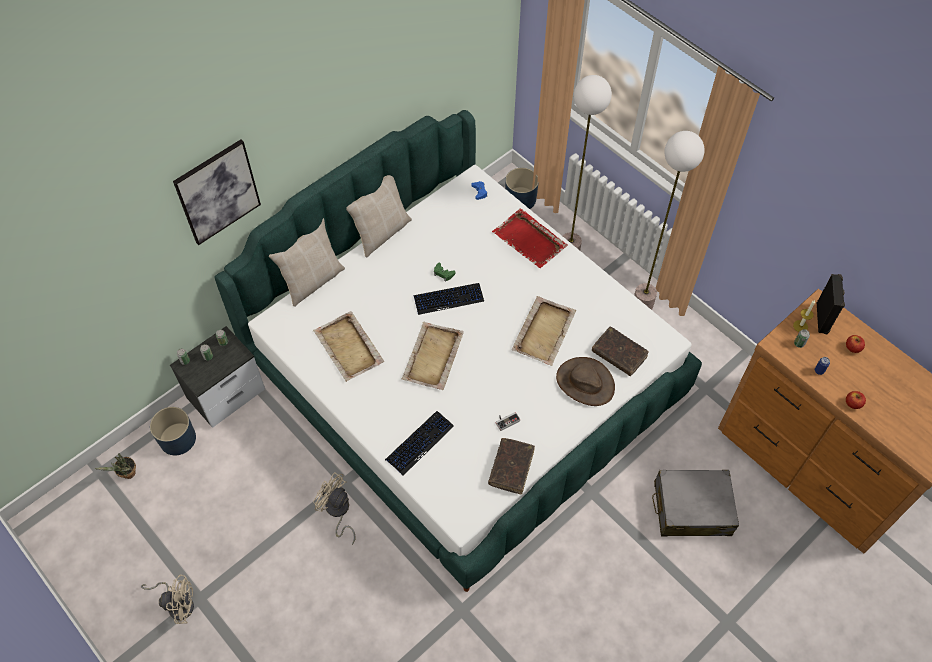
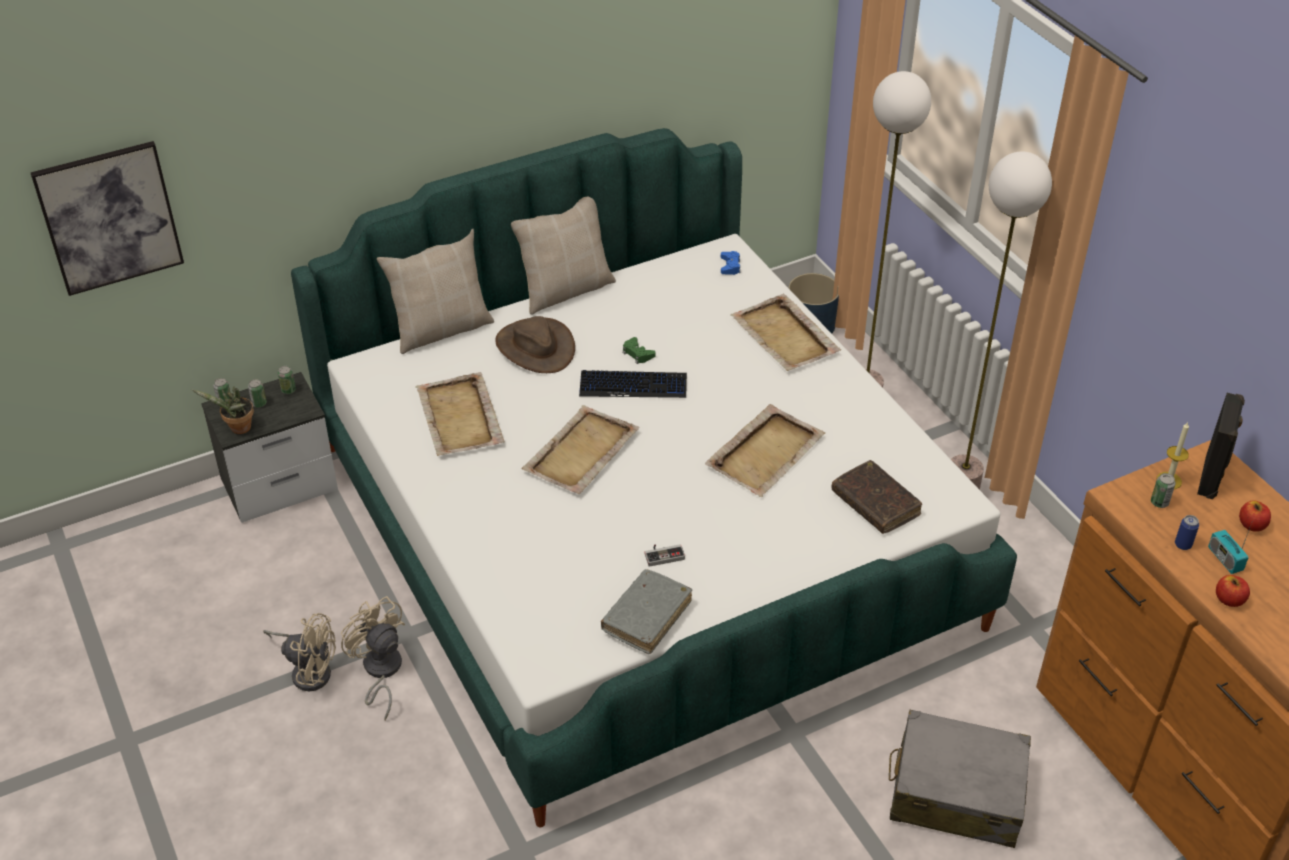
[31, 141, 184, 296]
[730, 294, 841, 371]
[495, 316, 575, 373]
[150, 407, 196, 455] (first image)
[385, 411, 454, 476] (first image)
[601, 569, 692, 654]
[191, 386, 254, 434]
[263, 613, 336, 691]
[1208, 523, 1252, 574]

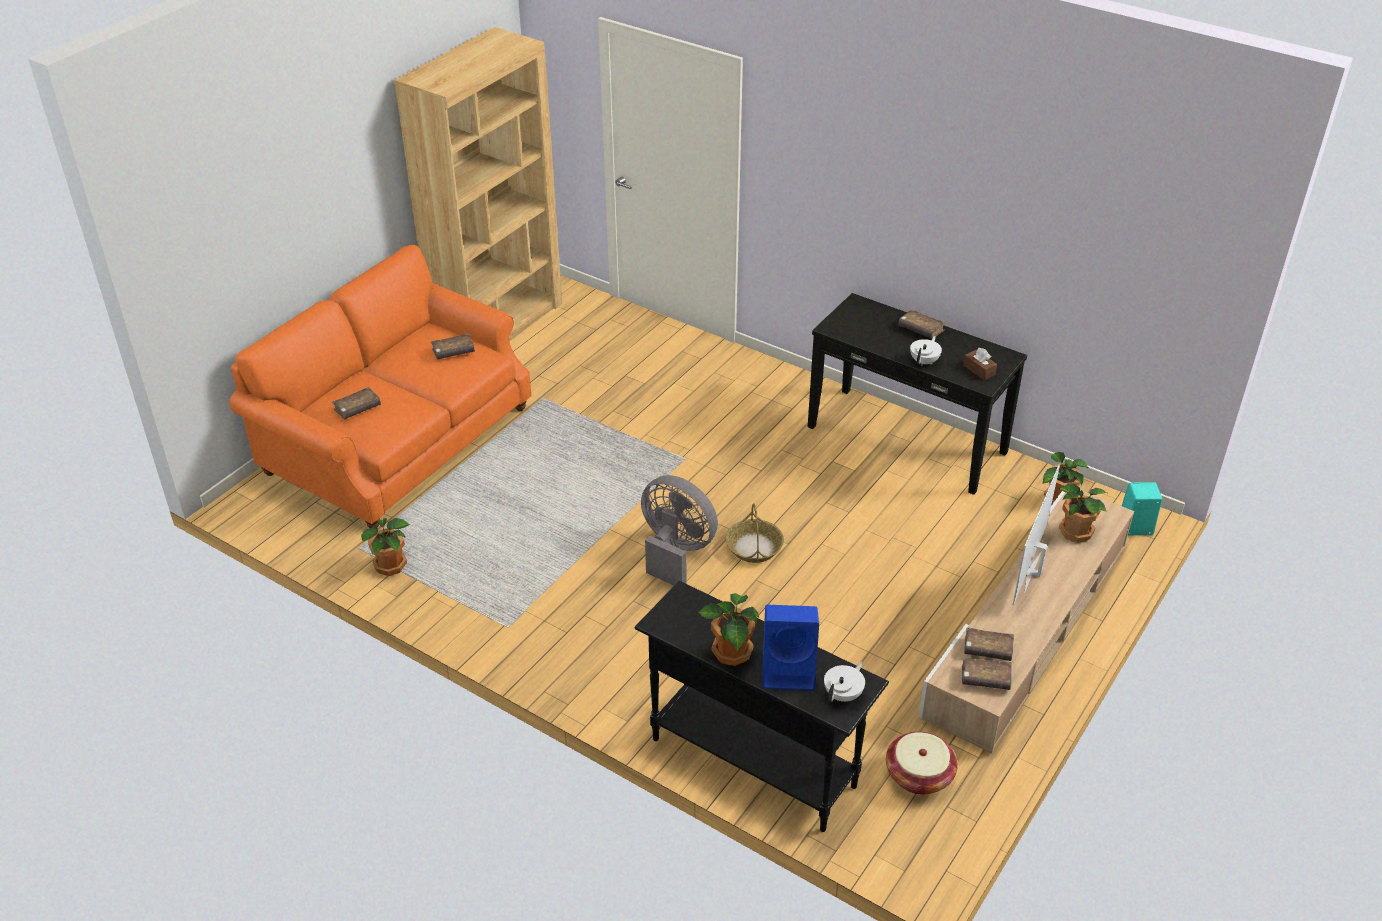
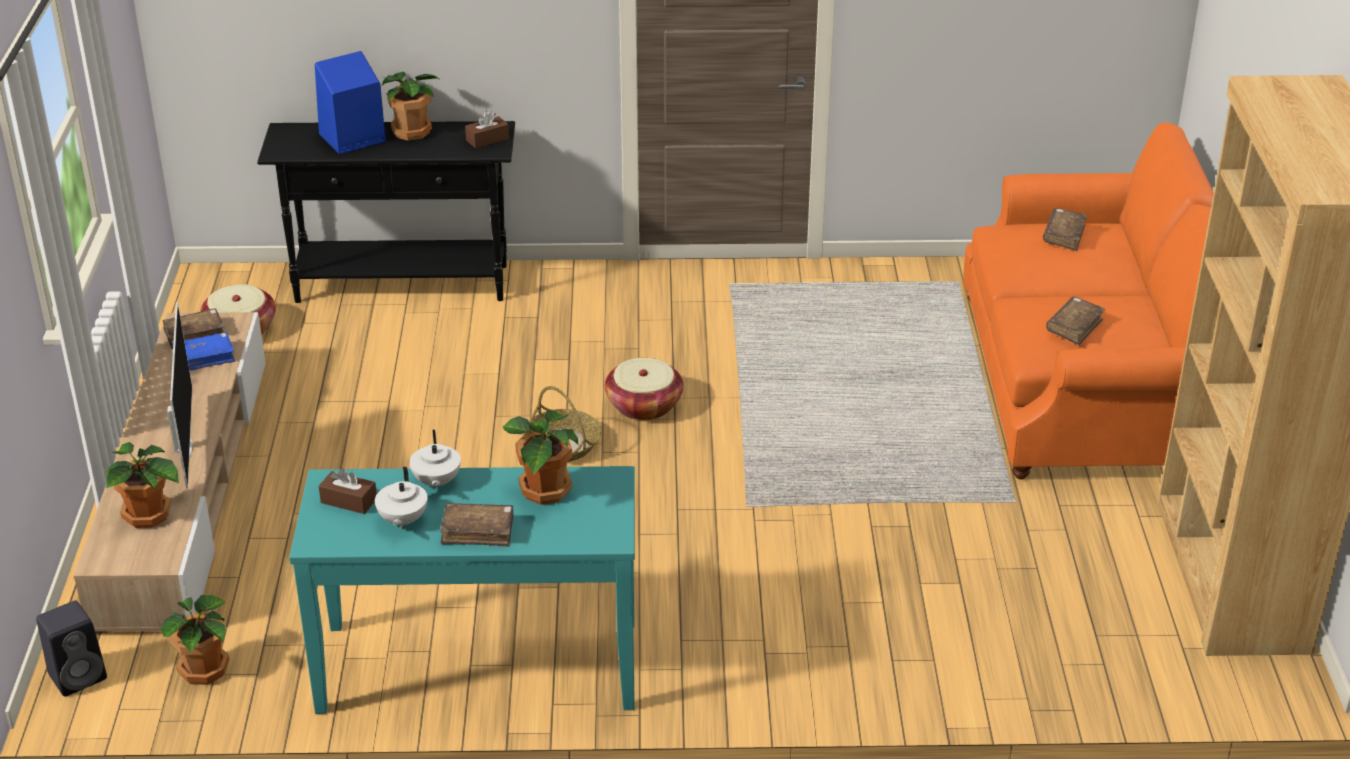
[289, 466, 635, 714]
[605, 358, 683, 420]
[36, 601, 107, 697]
[503, 410, 578, 505]
[172, 332, 235, 370]
[375, 467, 428, 529]
[465, 111, 509, 149]

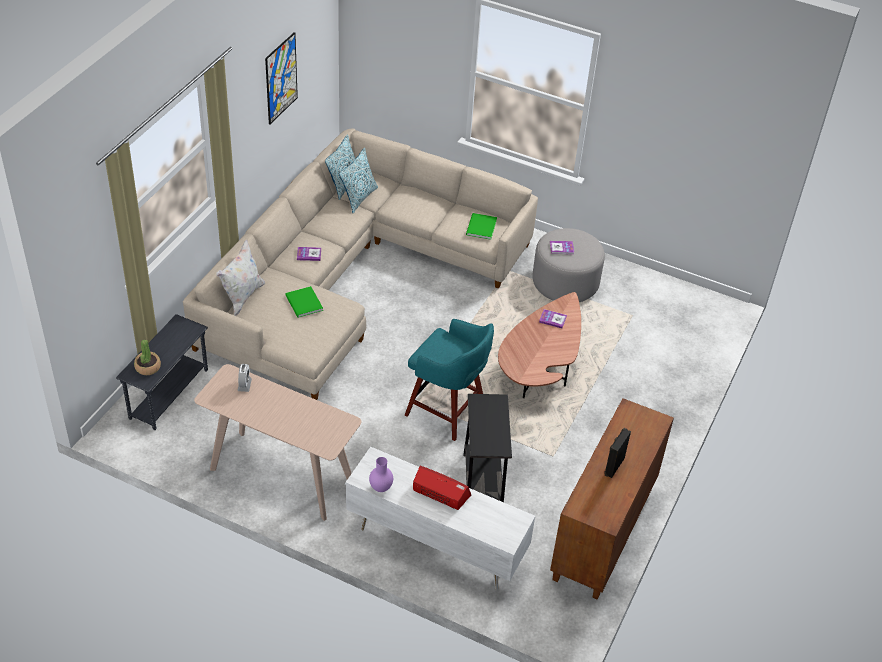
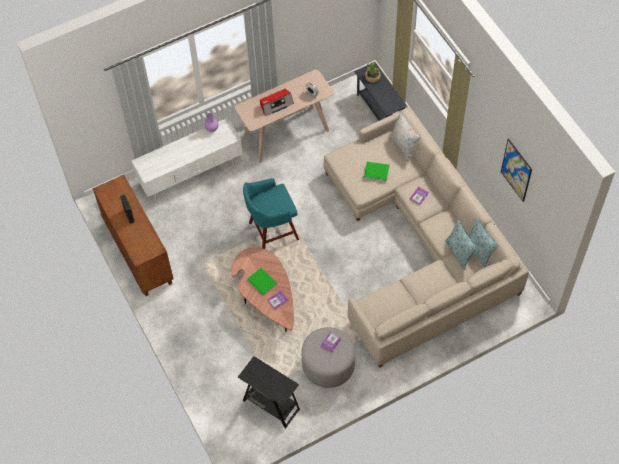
[247, 268, 277, 296]
[238, 356, 300, 428]
[260, 89, 294, 116]

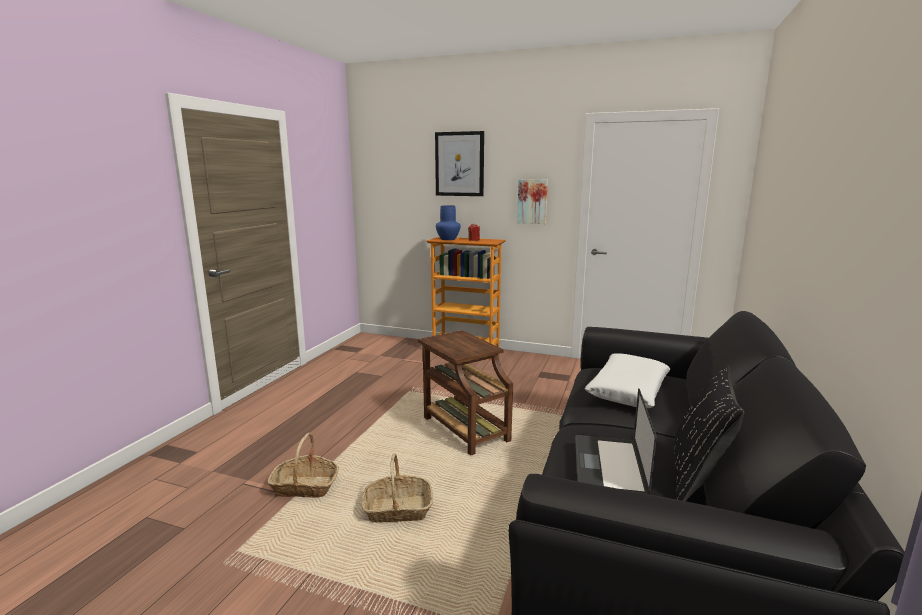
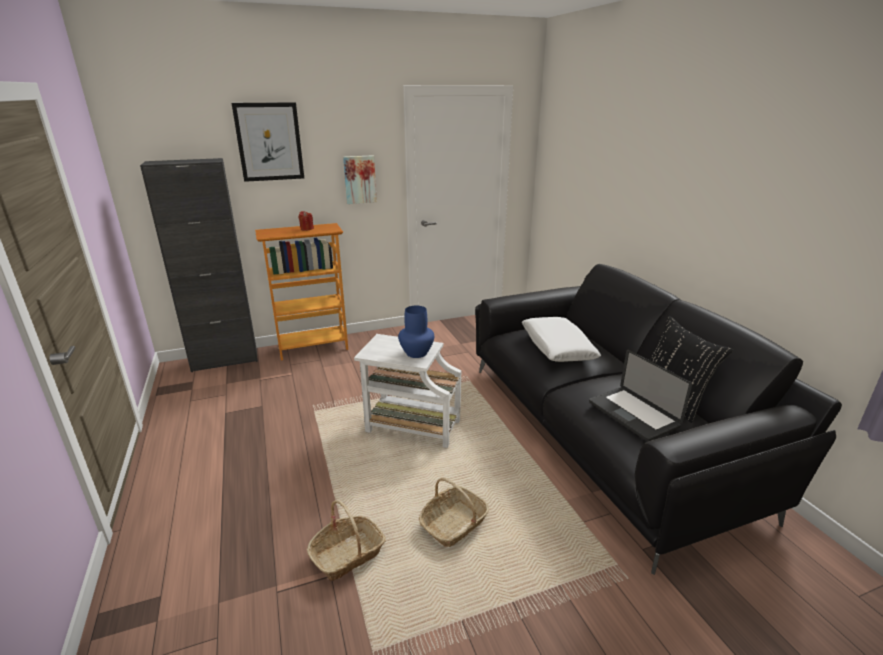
[398, 306, 434, 358]
[354, 334, 461, 448]
[140, 158, 258, 372]

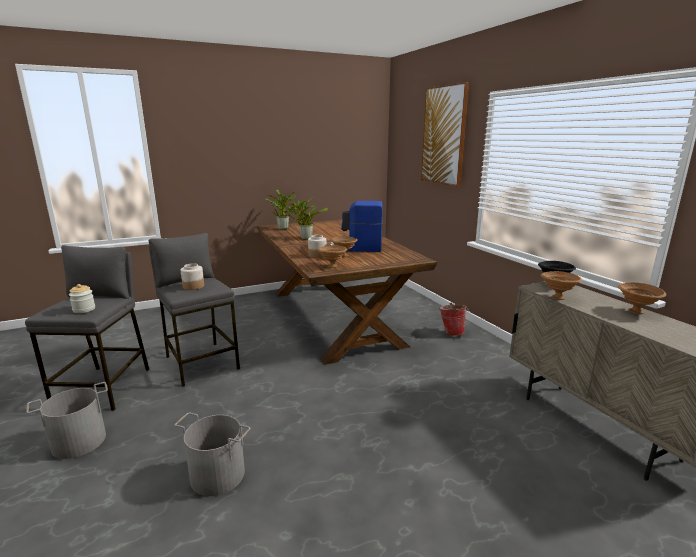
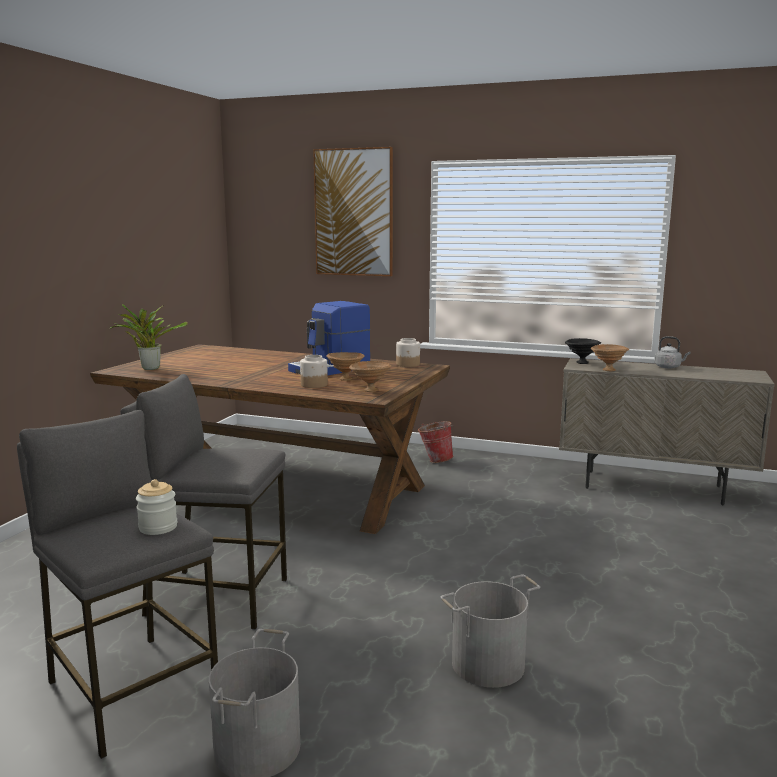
[279, 197, 328, 239] (first image)
[396, 338, 420, 367]
[654, 336, 690, 368]

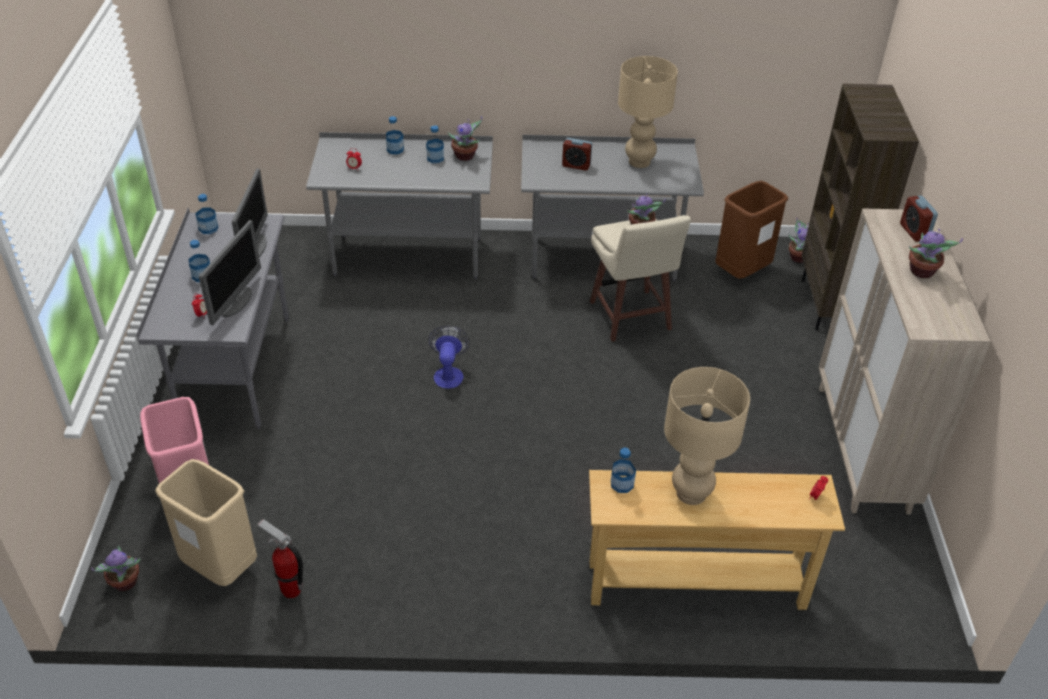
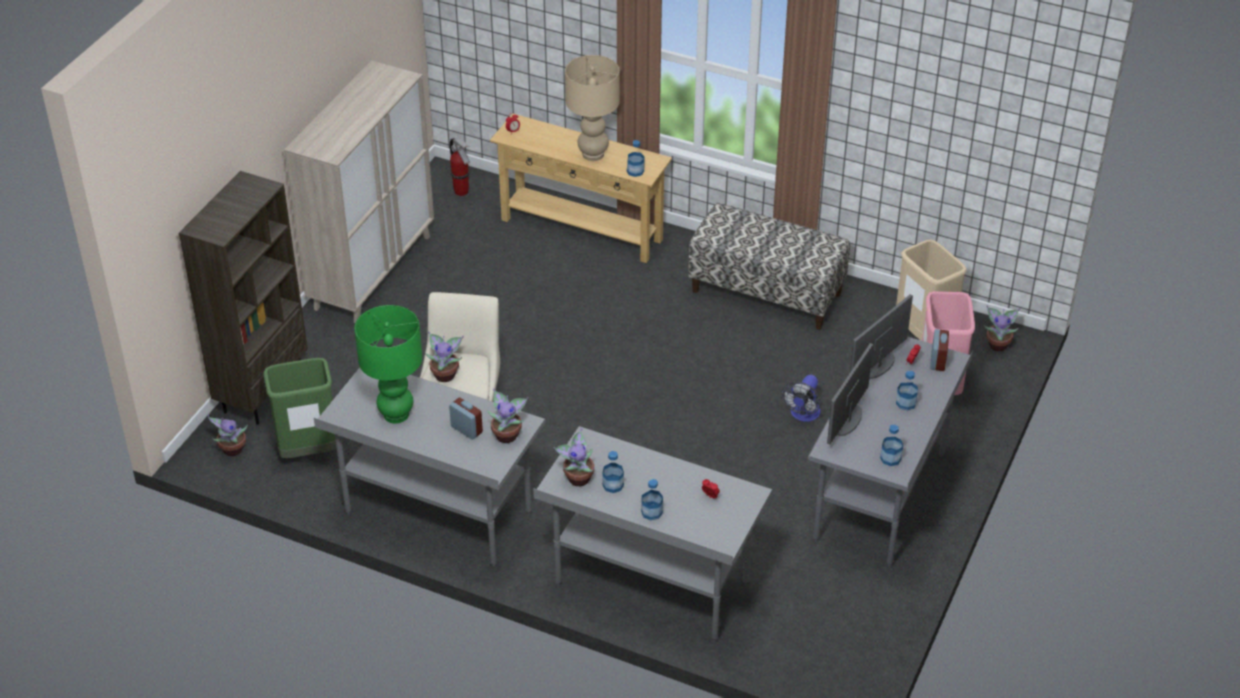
[354, 305, 422, 424]
[263, 358, 336, 458]
[930, 329, 949, 371]
[487, 388, 529, 443]
[782, 375, 821, 422]
[450, 138, 470, 196]
[688, 203, 850, 330]

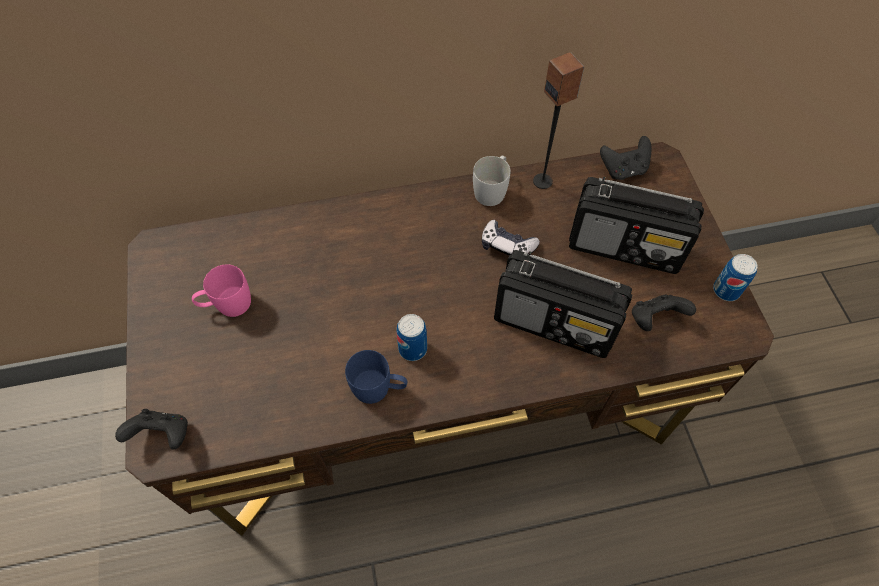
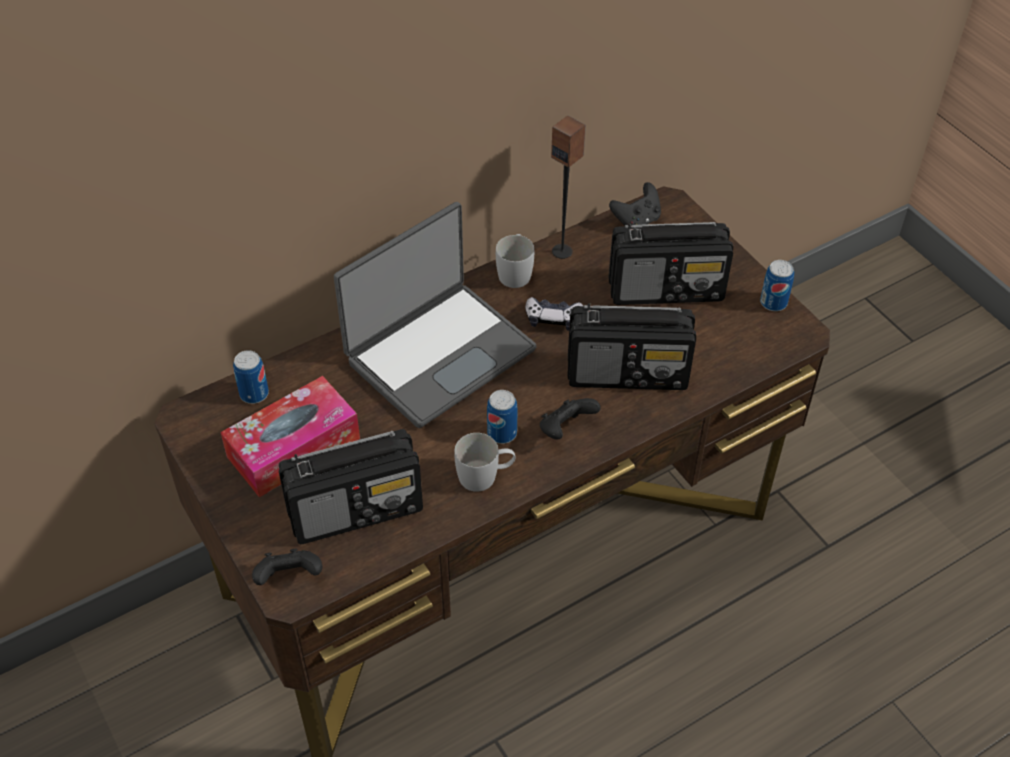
[220, 376, 360, 497]
[540, 398, 601, 439]
[454, 433, 515, 492]
[334, 202, 537, 428]
[233, 350, 269, 404]
[279, 429, 423, 544]

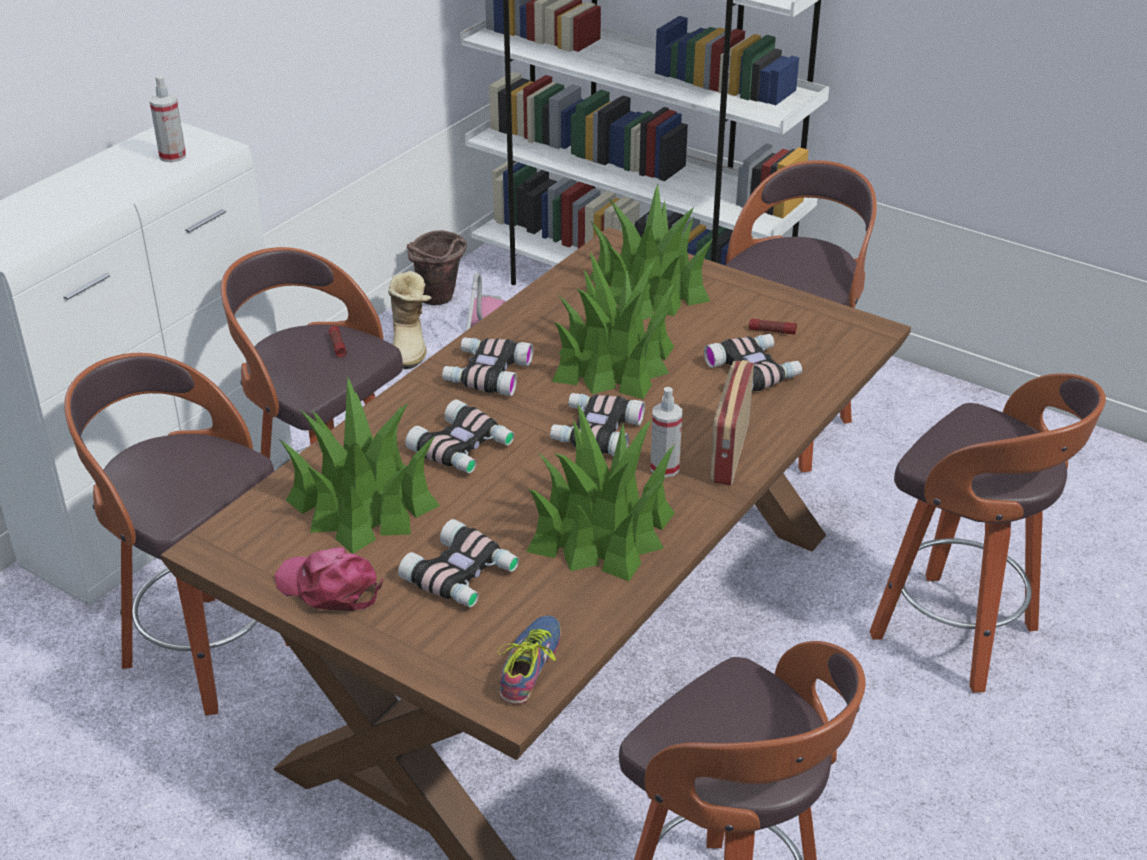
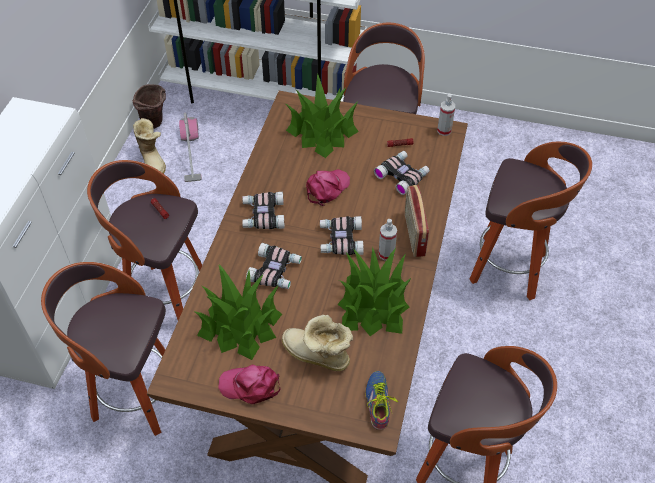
[437, 94, 455, 136]
[306, 169, 350, 206]
[282, 315, 353, 371]

